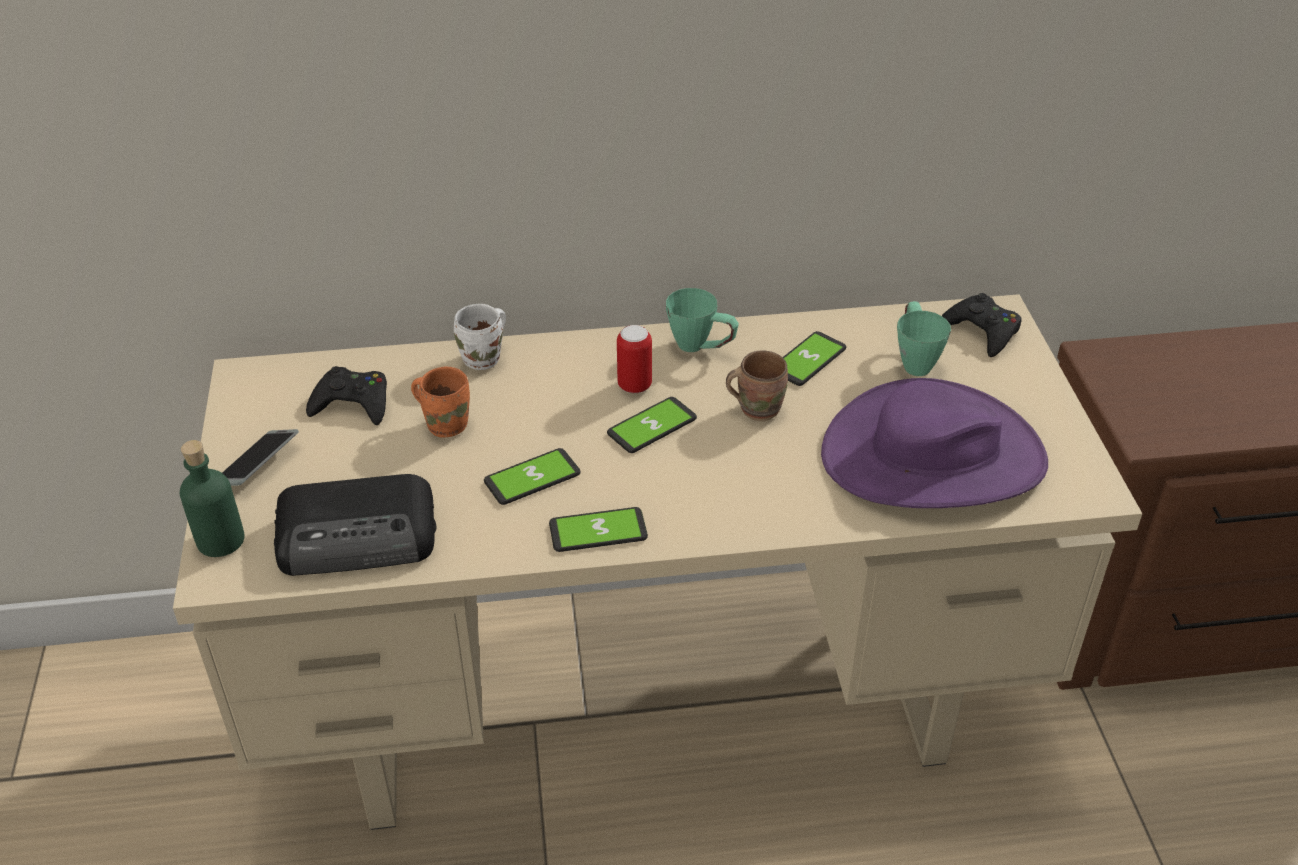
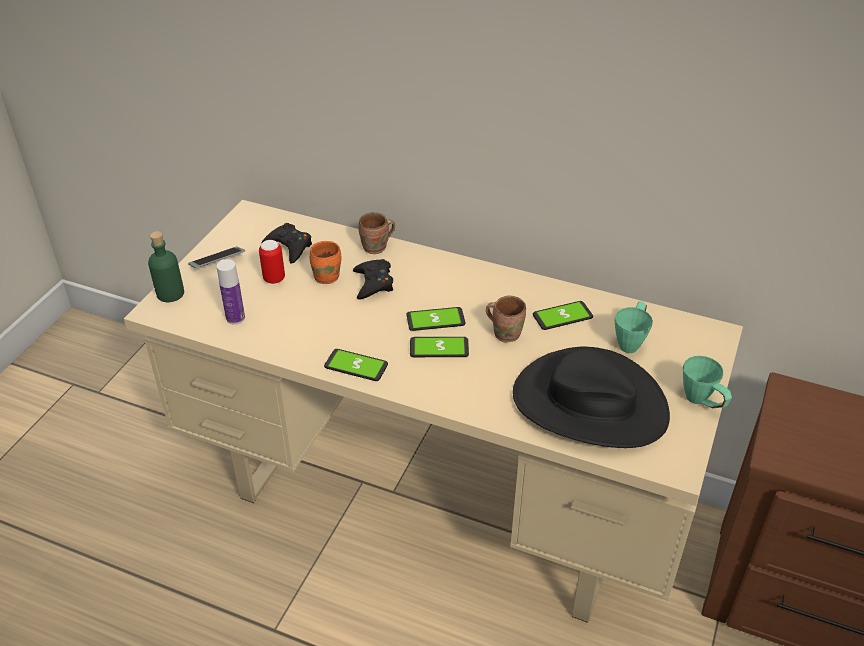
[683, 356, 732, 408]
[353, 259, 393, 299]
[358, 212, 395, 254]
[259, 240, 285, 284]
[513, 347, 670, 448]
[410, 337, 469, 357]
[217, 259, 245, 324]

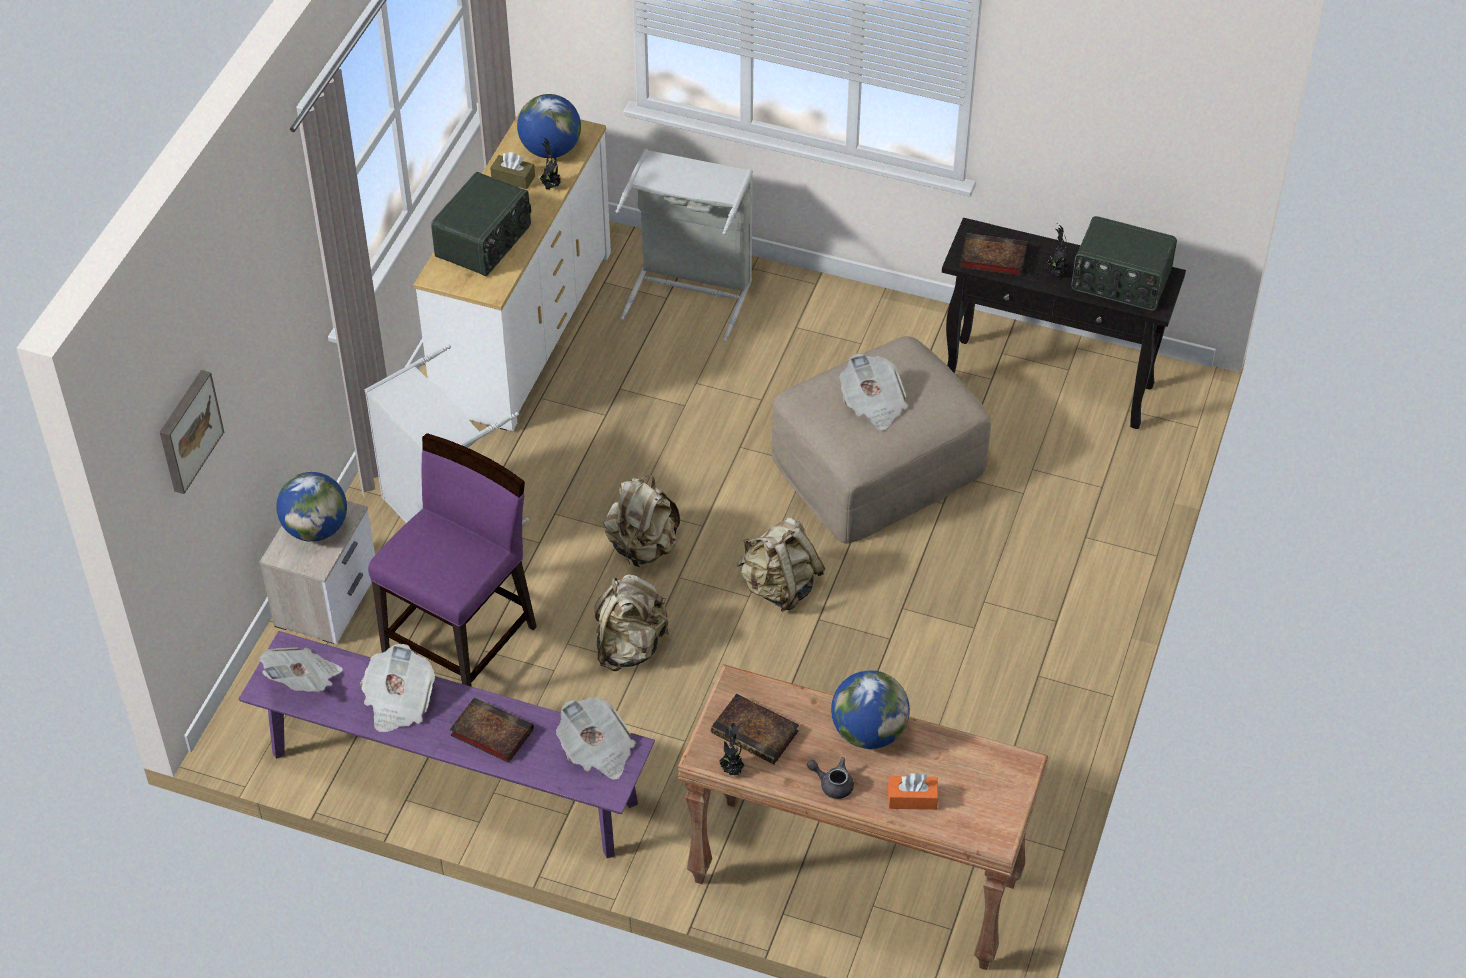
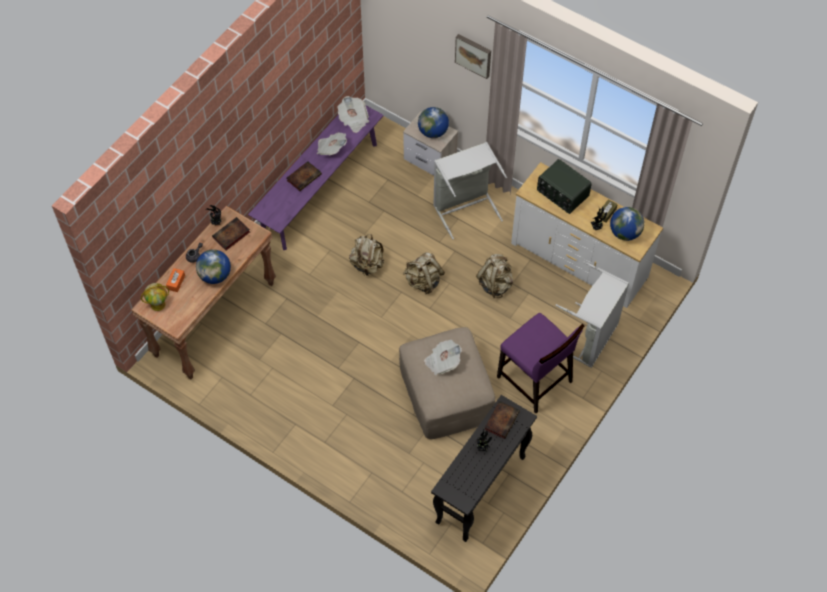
[1071, 216, 1177, 310] (first image)
[455, 34, 491, 79]
[497, 313, 584, 413]
[476, 254, 513, 298]
[556, 697, 636, 780] (first image)
[141, 283, 169, 311]

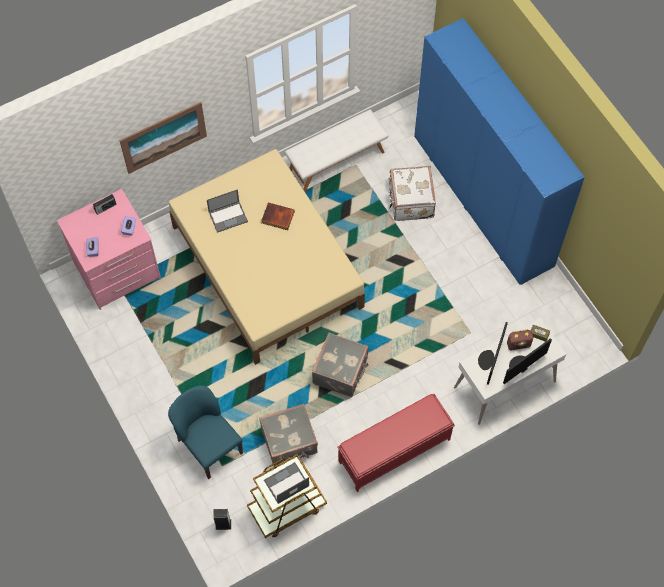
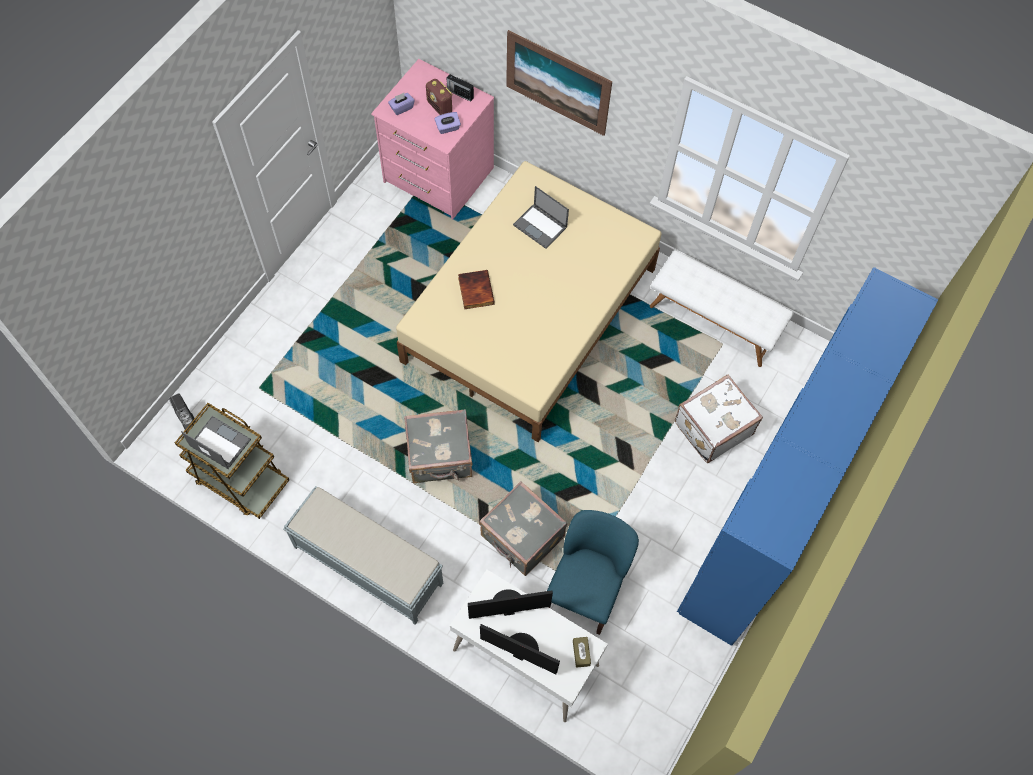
[458, 270, 494, 309]
[426, 79, 453, 115]
[547, 510, 639, 635]
[283, 486, 443, 625]
[479, 481, 567, 576]

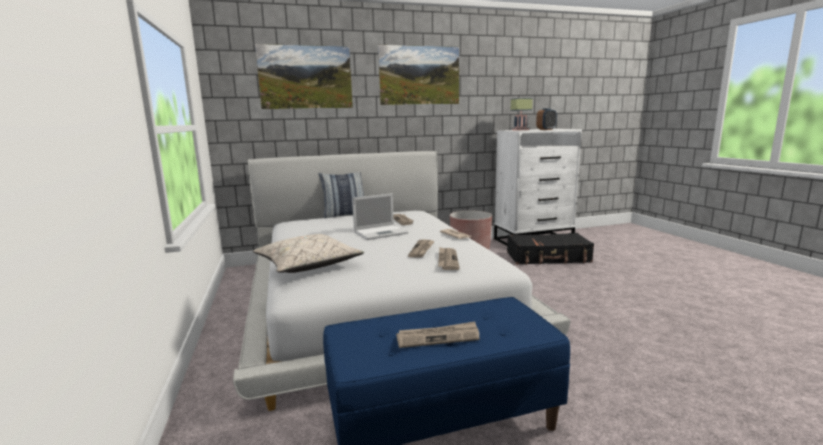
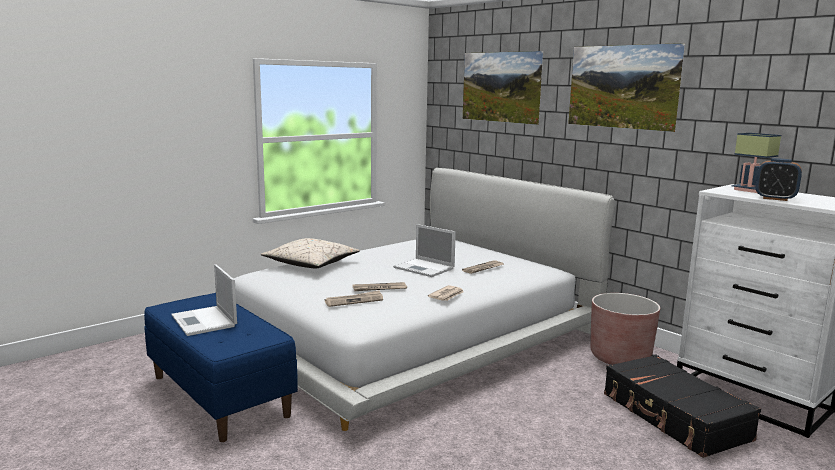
[318, 172, 364, 218] (first image)
[171, 264, 237, 336]

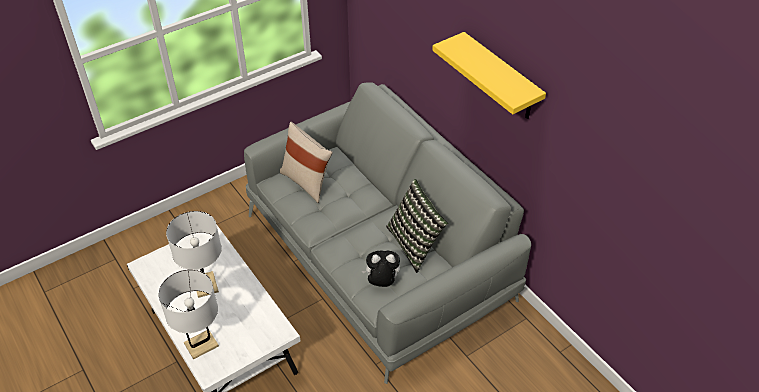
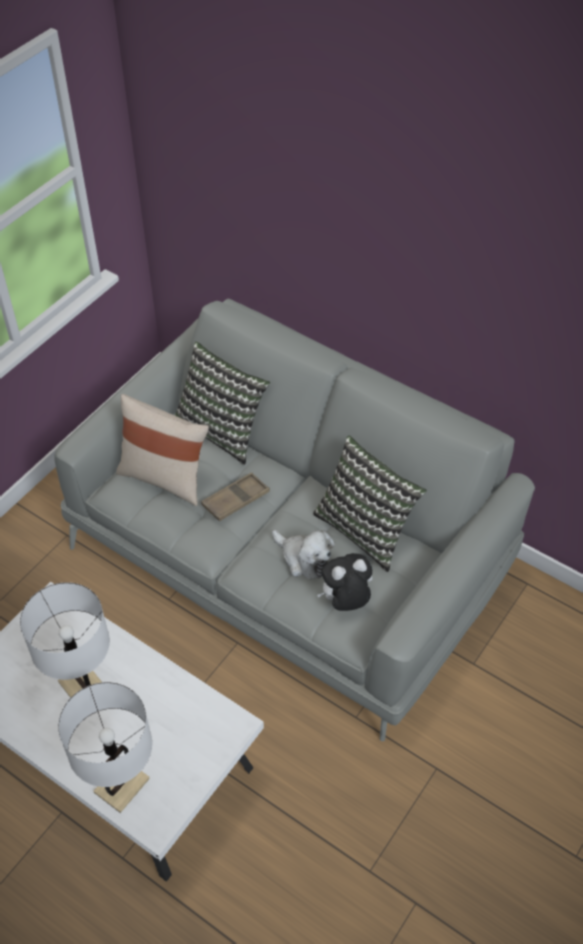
[432, 32, 546, 119] (first image)
[175, 342, 270, 465]
[201, 472, 270, 521]
[272, 530, 335, 579]

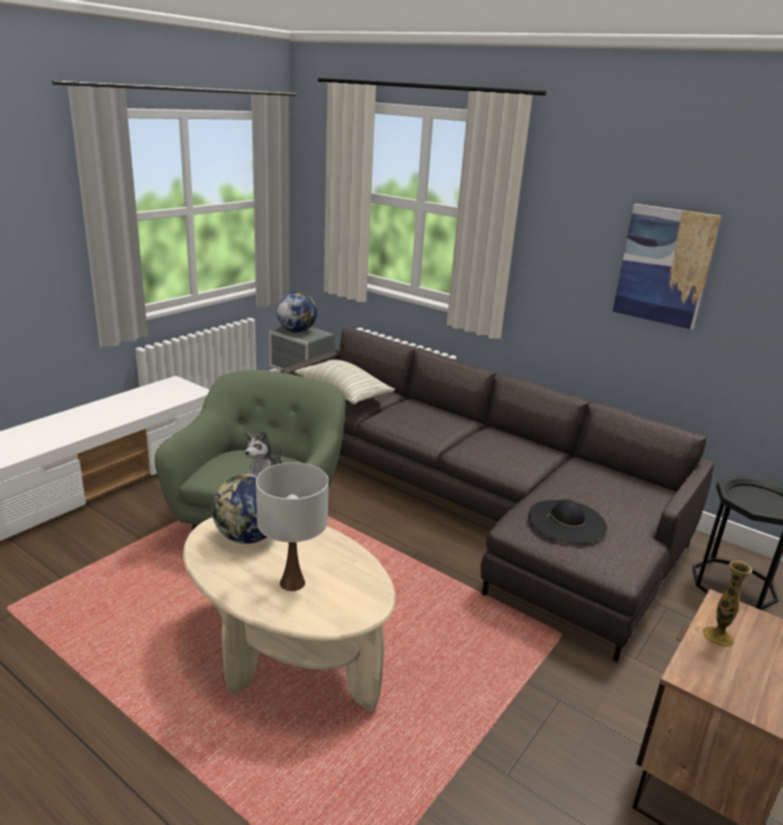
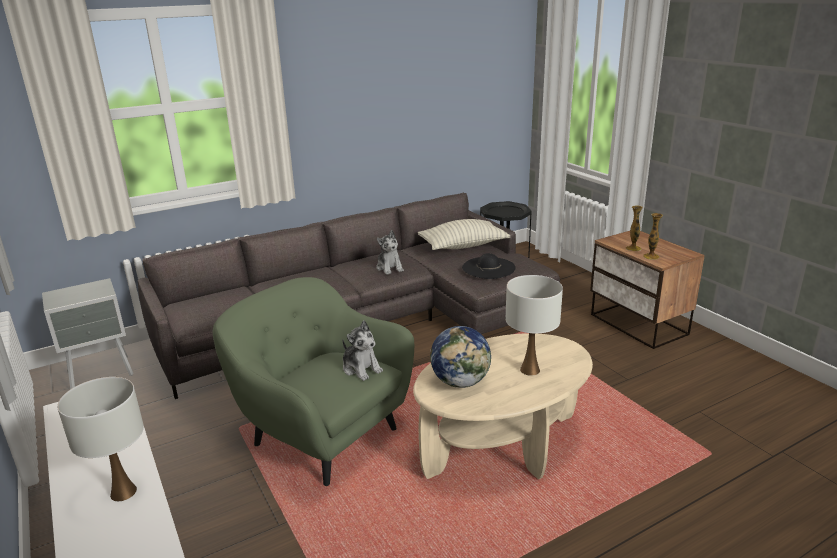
[613, 204, 722, 330] (first image)
[277, 292, 317, 332] (first image)
[418, 219, 510, 250]
[643, 213, 663, 260]
[377, 230, 404, 275]
[57, 377, 144, 501]

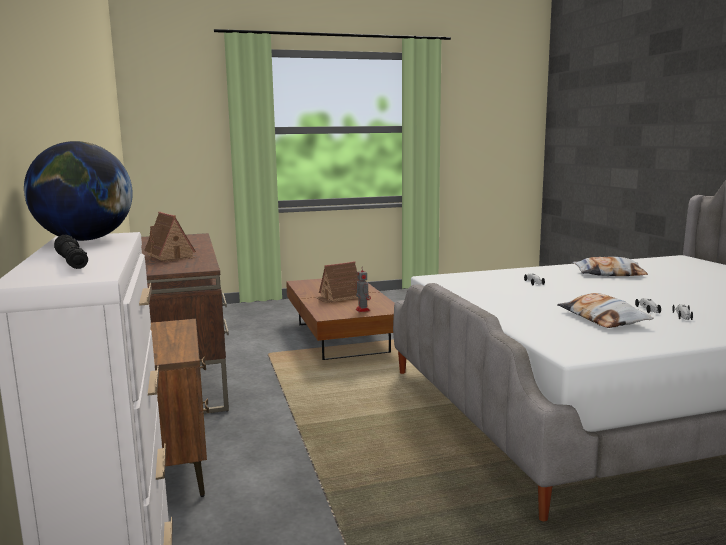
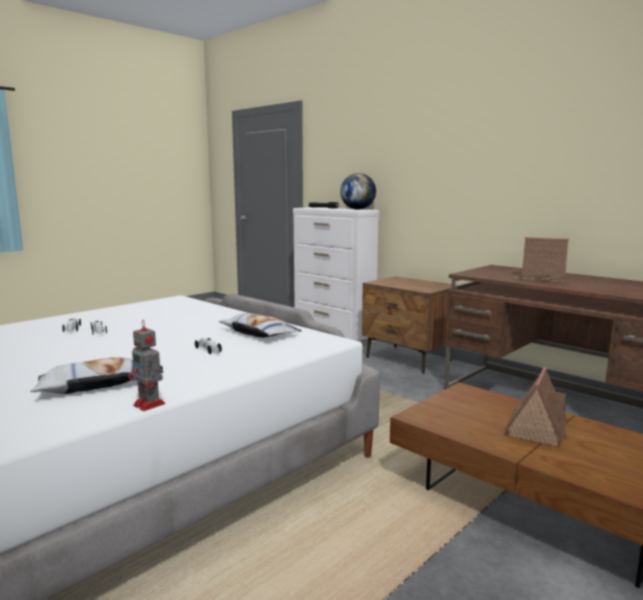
[128, 320, 165, 411]
[219, 313, 302, 338]

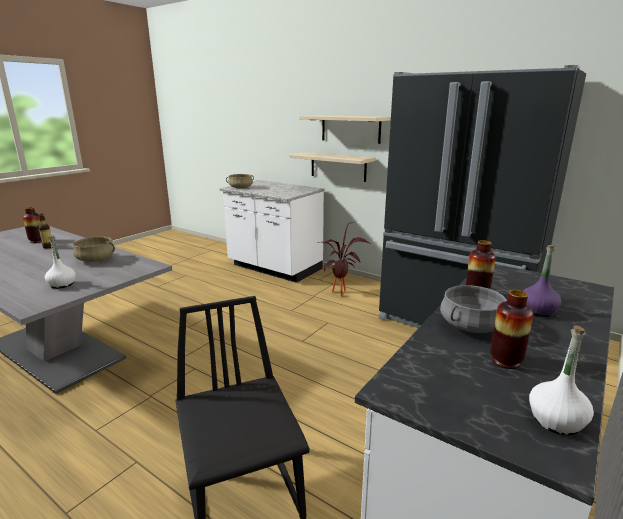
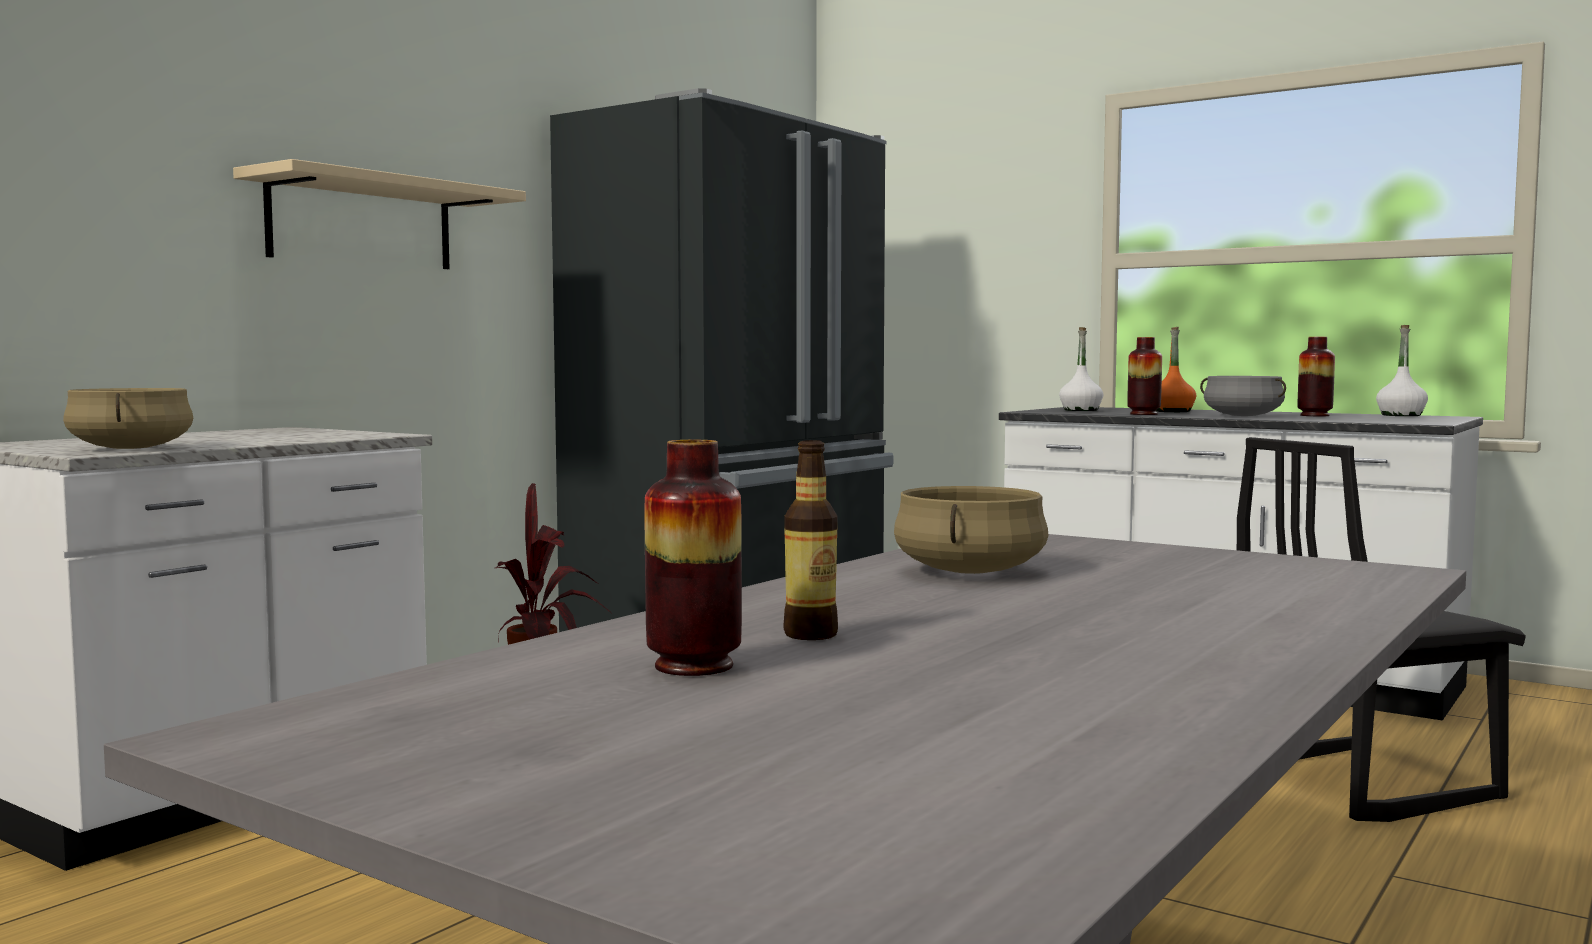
[289, 152, 375, 182] (first image)
[1059, 327, 1103, 411]
[1156, 327, 1196, 412]

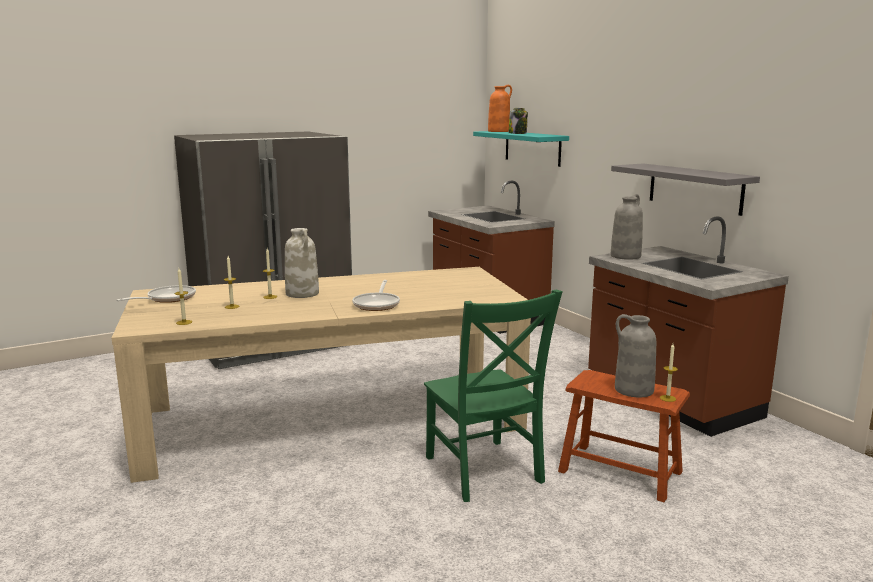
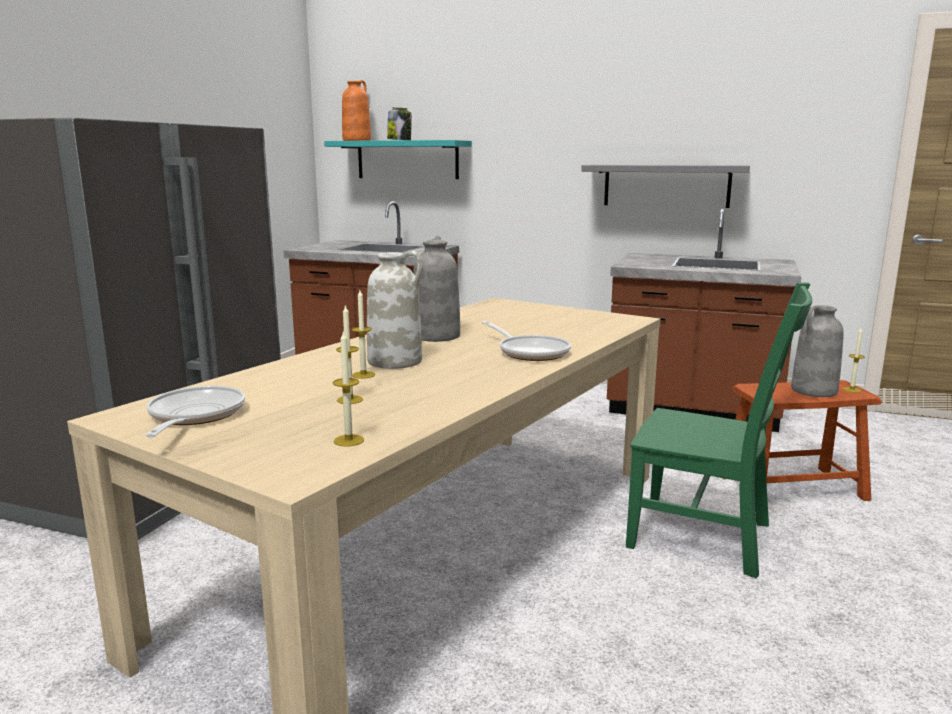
[413, 235, 460, 342]

